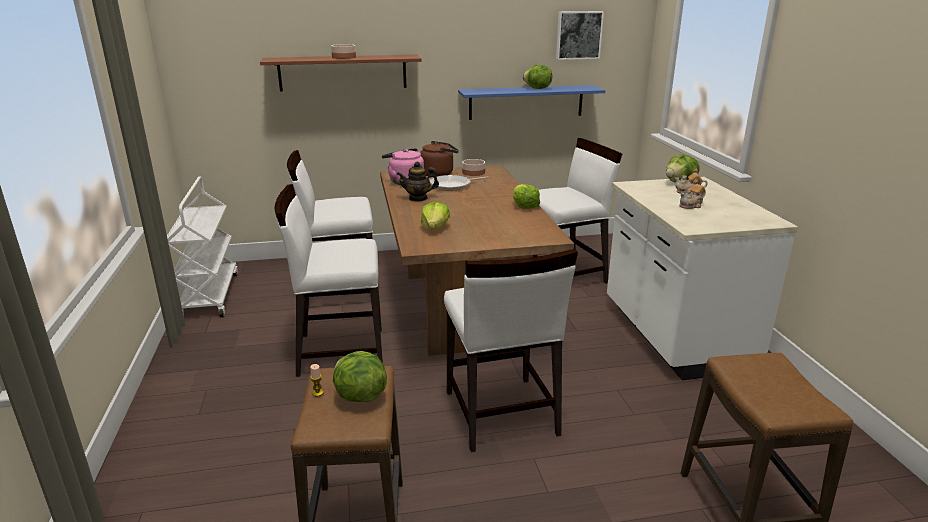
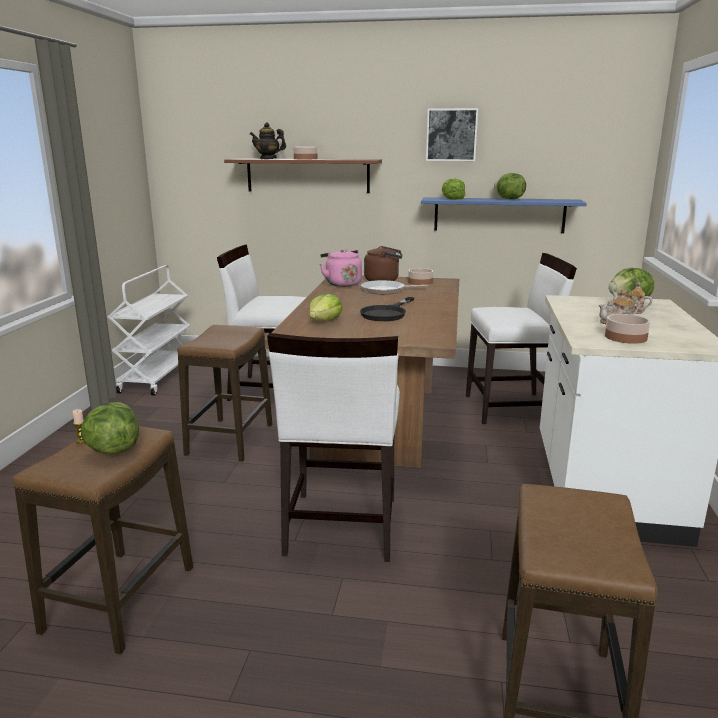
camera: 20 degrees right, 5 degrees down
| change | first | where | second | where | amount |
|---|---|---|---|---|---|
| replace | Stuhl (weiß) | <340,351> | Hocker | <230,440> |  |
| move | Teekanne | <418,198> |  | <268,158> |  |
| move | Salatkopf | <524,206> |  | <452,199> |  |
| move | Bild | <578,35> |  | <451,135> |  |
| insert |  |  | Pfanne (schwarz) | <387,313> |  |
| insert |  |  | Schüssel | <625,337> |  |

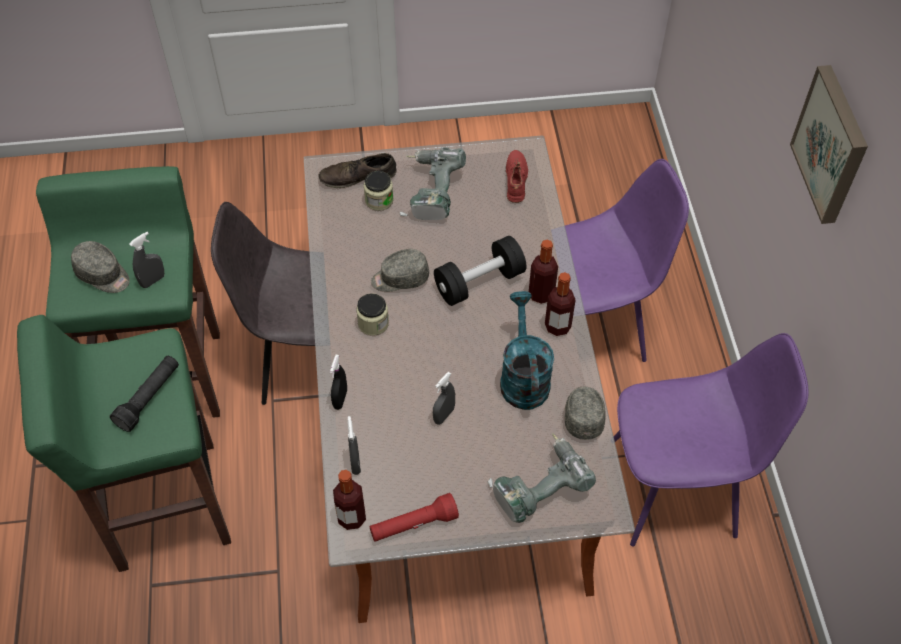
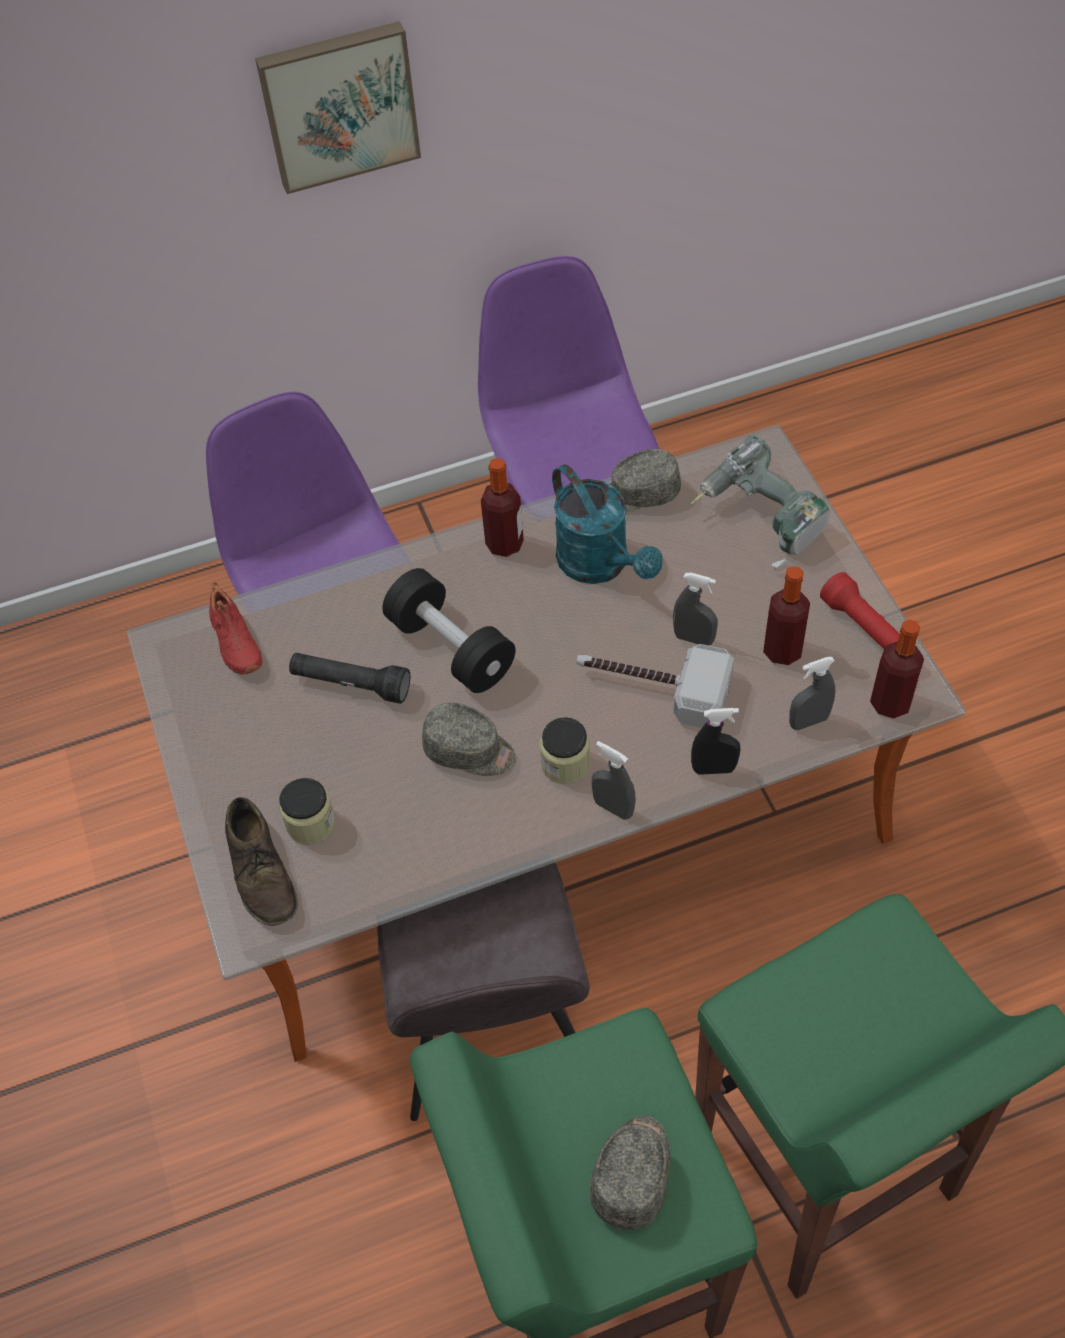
camera: 100 degrees left, 0 degrees up
| change | first | where | second | where | amount |
|---|---|---|---|---|---|
| move | Taschenlampe (schwarz) | <149,398> |  | <351,684> |  |
| move | Sprühflasche (grau) | <153,281> |  | <613,808> |  |
| rotate | Kappe (grau) | <400,278> |  | <469,751> | 45 degrees counterclockwise |
| delete | Bohrmaschine | <430,193> |  |  |  |
| rotate | Gießkanne (türkis) | <523,377> |  | <601,565> | 105 degrees counterclockwise |
| rotate | Schuh (rot) | <517,180> |  | <234,643> | 105 degrees counterclockwise |
| move | Flasche | <541,294> |  | <782,650> |  |
| insert |  |  | Hammer | <651,686> |  |

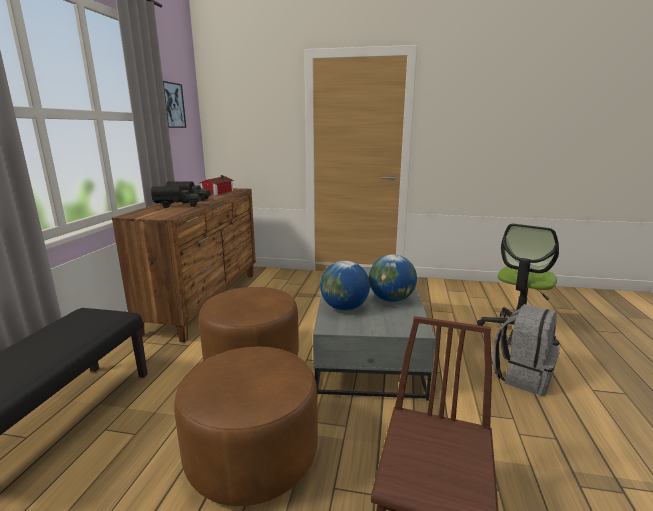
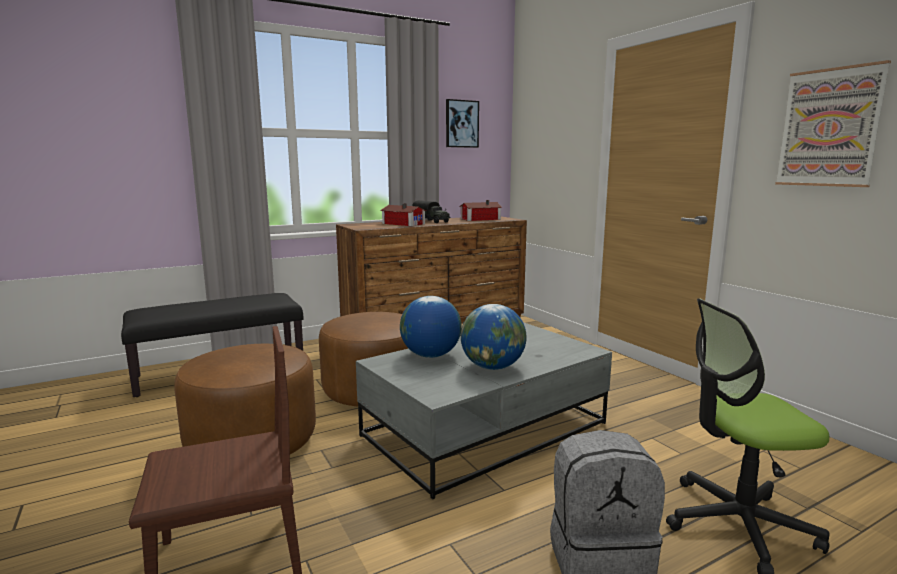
camera: 50 degrees right, 5 degrees down
| change | first | where | second | where | amount |
|---|---|---|---|---|---|
| replace | Spielzeuglaster | <178,206> | Spielzeughaus | <403,223> |  |
| insert |  |  | Bild | <829,128> |  |

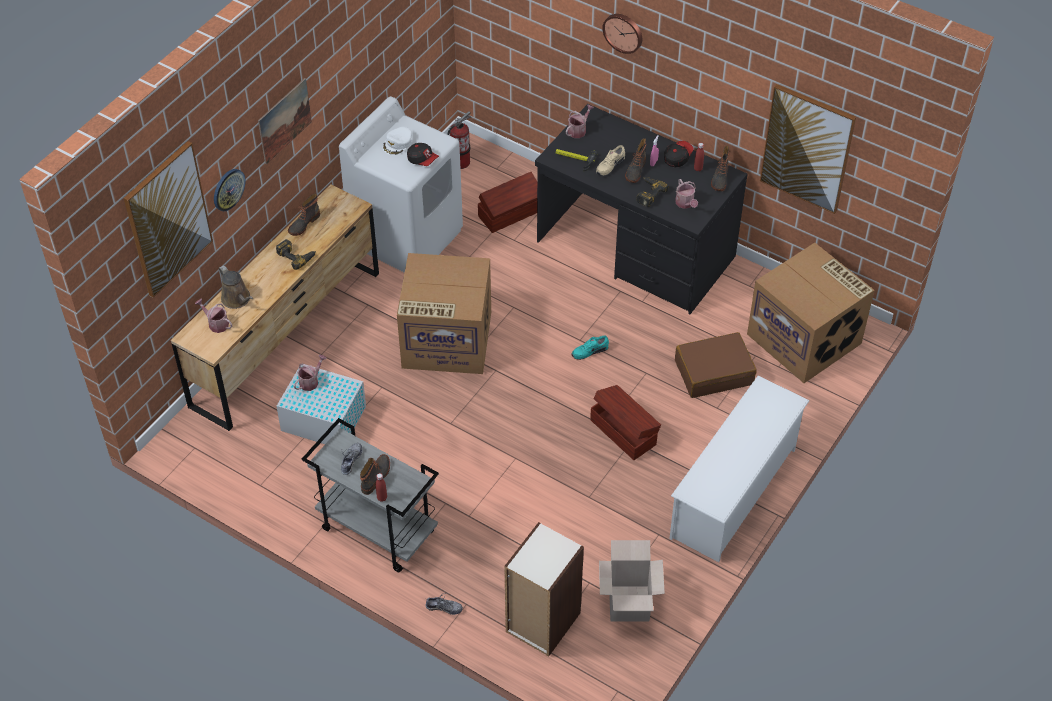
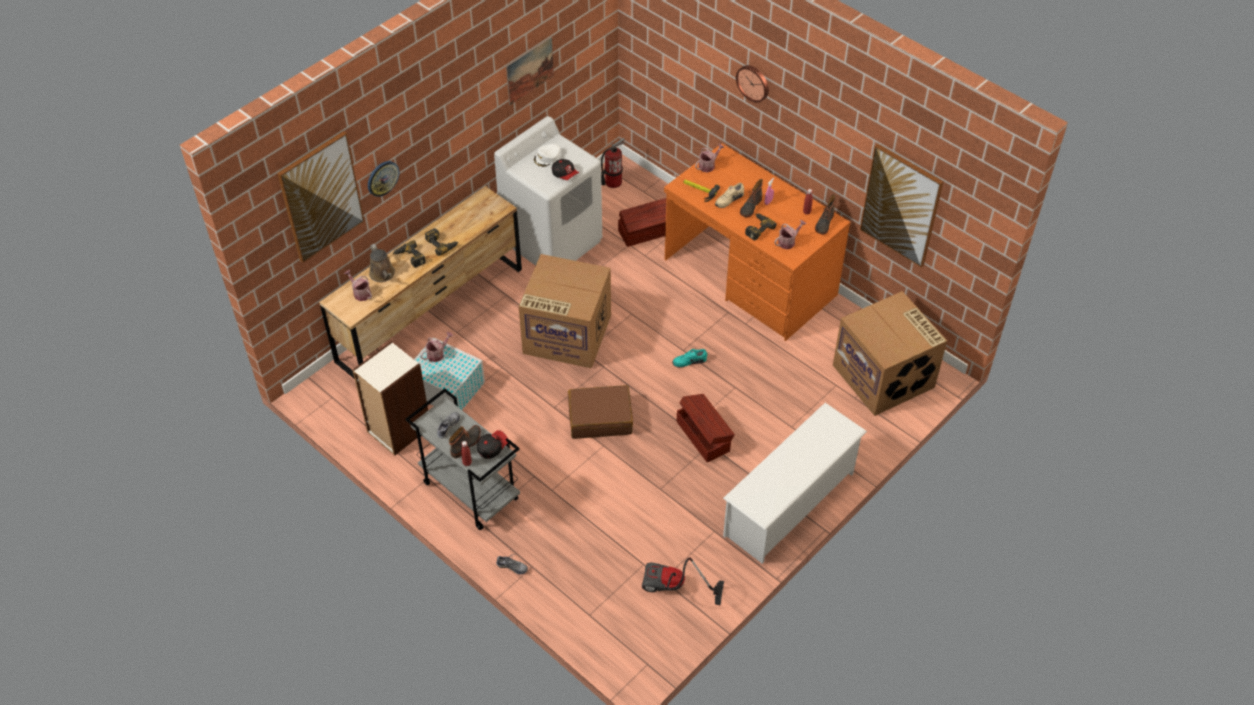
camera: 10 degrees right, 0 degrees up
| change | first | where | second | where | amount |
|---|---|---|---|---|---|
| move | Bild | <284,120> |  | <529,70> |  |
| delete | Stiefel | <303,224> |  |  |  |
| move | Bücherregal | <542,623> |  | <398,430> |  |
| recolor | Schreibtisch (schwarz) | <635,250> | Schreibtisch (orange) | <749,278> |  |
| replace | Karton | <629,604> | Staubsauger | <674,588> |  |
| move | Kappe | <677,157> |  | <492,447> |  |
| move | Koffer (braun) | <714,372> |  | <600,418> |  |
| rotate | Gießkanne | <685,204> |  | <788,241> | 120 degrees counterclockwise |
| insert |  |  | Bohrmaschine | <409,258> |  |

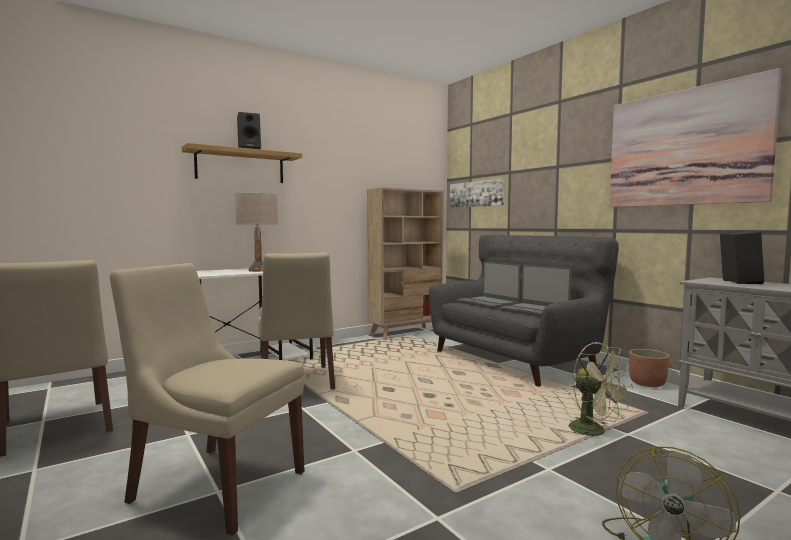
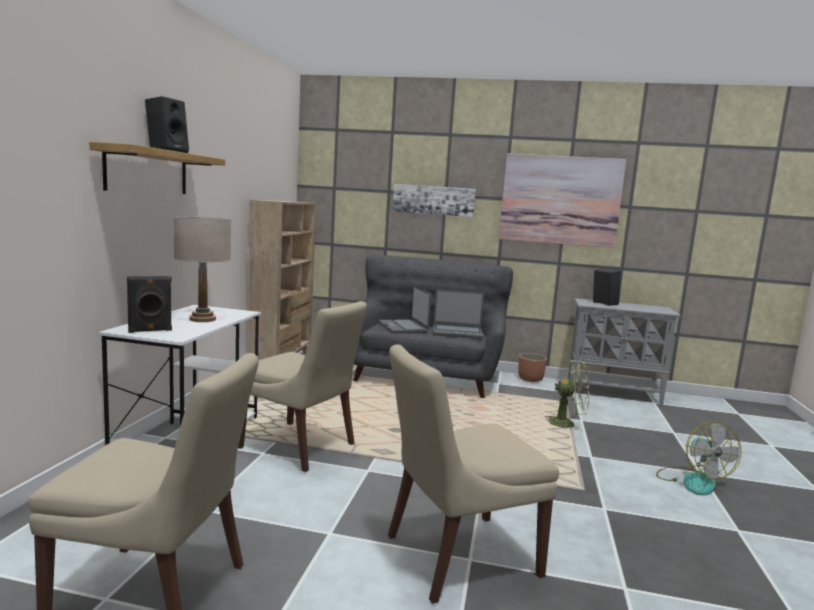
camera: 45 degrees left, 5 degrees up
| change | first | where | second | where | amount |
|---|---|---|---|---|---|
| move | Bild | <476,194> |  | <433,200> |  |
| rotate | Laptop | <488,303> |  | <403,327> | 60 degrees clockwise |
| insert |  |  | Lautsprecher (schwarz) | <150,330> |  |

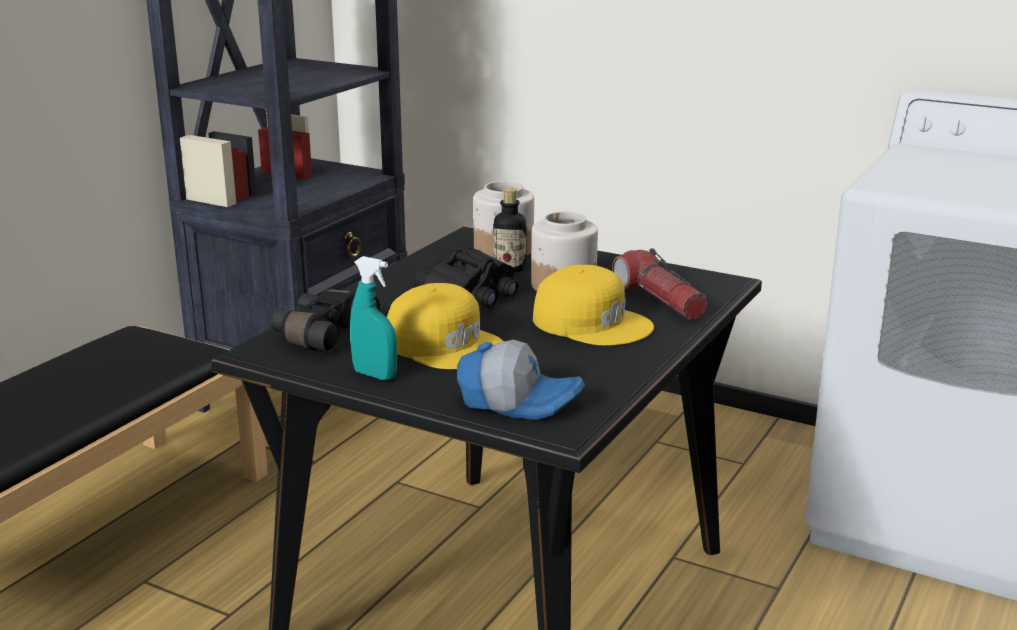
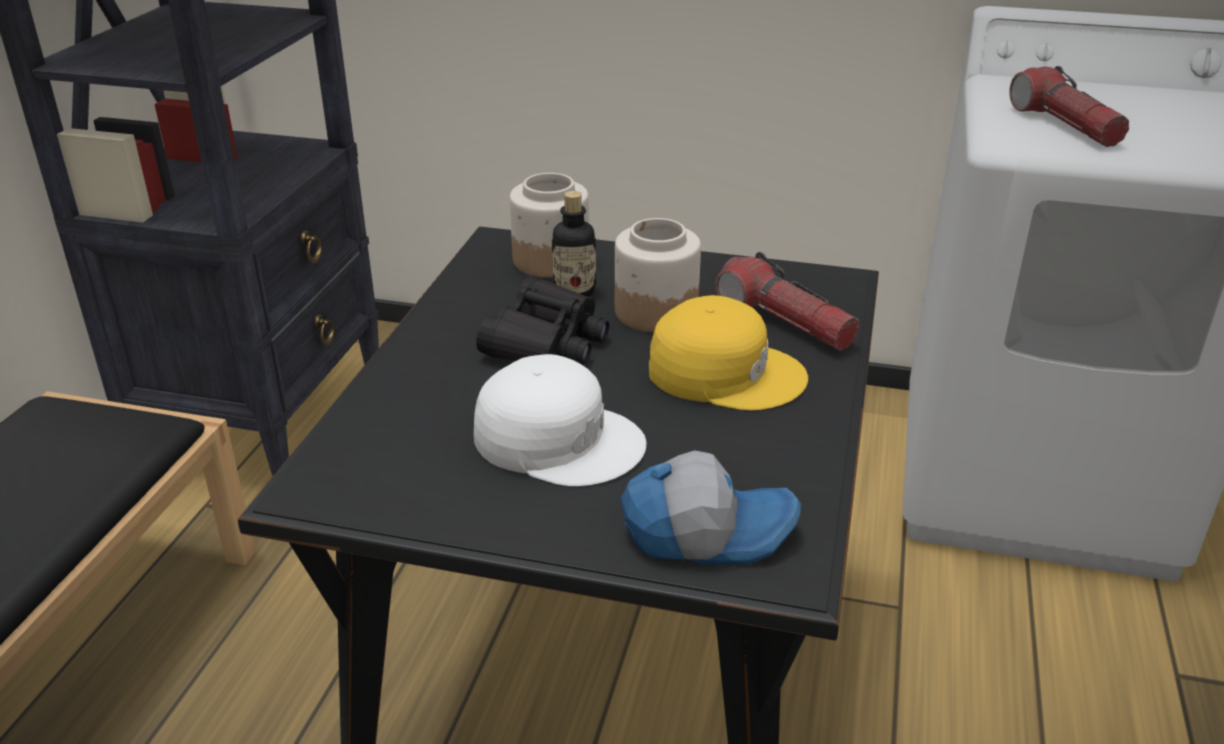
camera: 15 degrees left, 10 degrees up
| change | first | where | second | where | amount |
|---|---|---|---|---|---|
| delete | Fernglas (schwarz) | <321,333> |  |  |  |
| delete | Sprühflasche (türkis) | <375,375> |  |  |  |
| recolor | Kappe (gelb) | <446,344> | Kappe (weiß) | <559,438> |  |
| insert |  |  | Taschenlampe | <1064,125> |  |

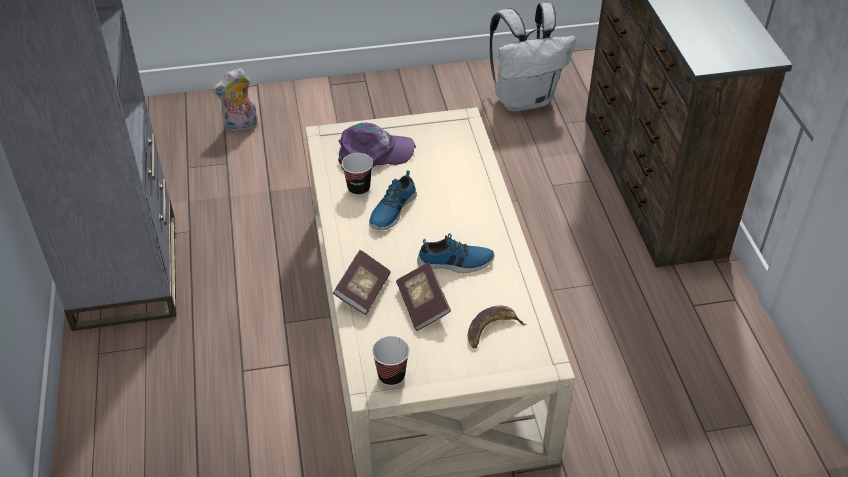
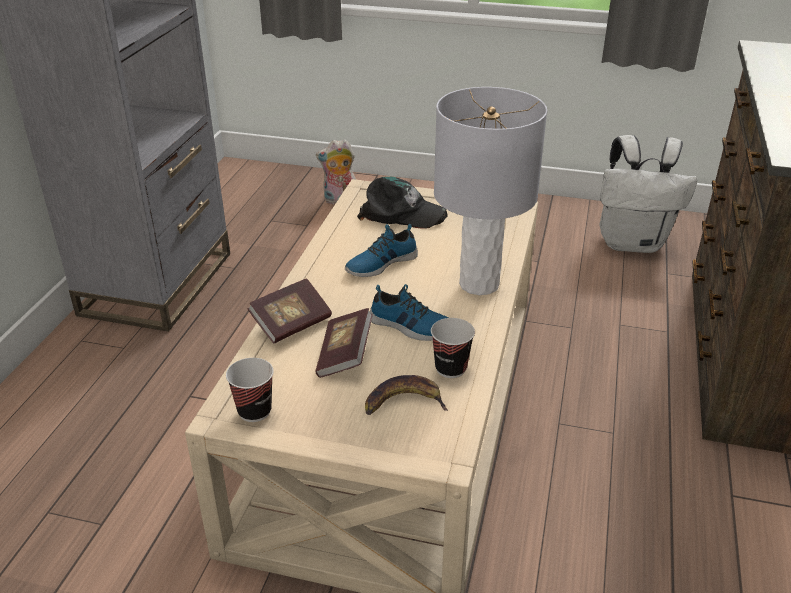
camera: 25 degrees right, 10 degrees down
| change | first | where | second | where | amount |
|---|---|---|---|---|---|
| recolor | Kappe (lila) | <374,153> | Kappe (schwarz) | <402,213> |  |
| move | Tasse | <358,188> |  | <450,368> |  |
| insert |  |  | Tischlampe (grau) | <479,284> |  |

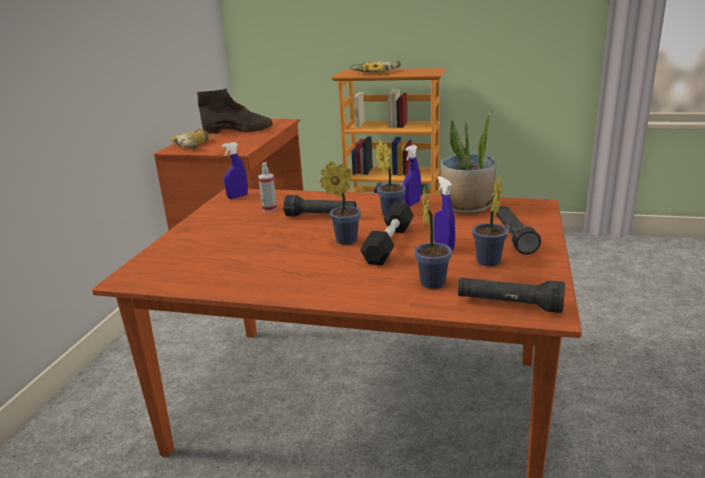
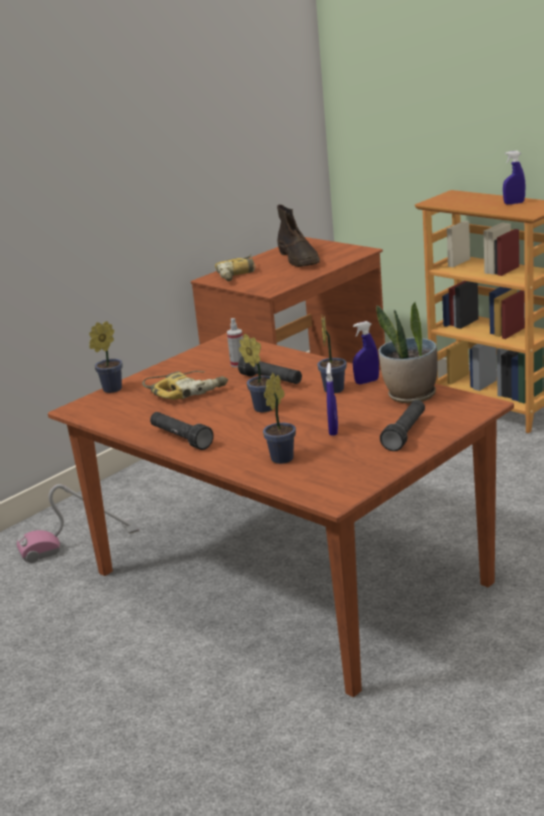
camera: 30 degrees right, 0 degrees up
| change | first | where | second | where | amount |
|---|---|---|---|---|---|
| rotate | Stiefel (braun) | <239,130> |  | <299,259> | 45 degrees clockwise |
| move | Sprühflasche (blau) | <237,197> |  | <514,203> |  |
| move | Bohrmaschine | <377,72> |  | <186,391> |  |
| delete | Hantel (schwarz) | <389,244> |  |  |  |
| move | Taschenlampe (schwarz) | <509,305> |  | <180,439> |  |
| move | Topfpflanze | <487,262> |  | <110,390> |  |
| insert |  |  | Staubsauger | <79,542> |  |

